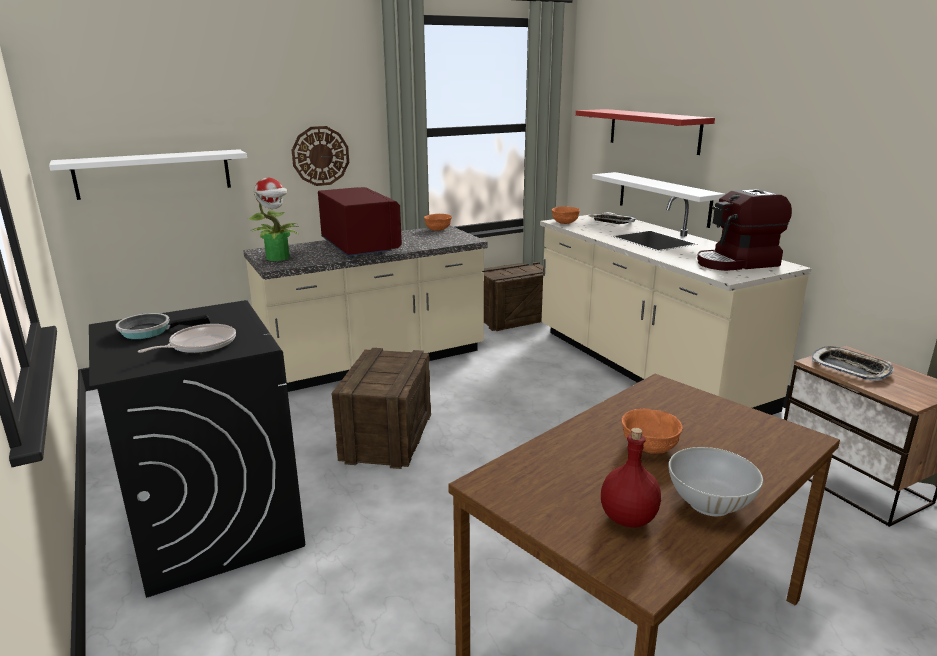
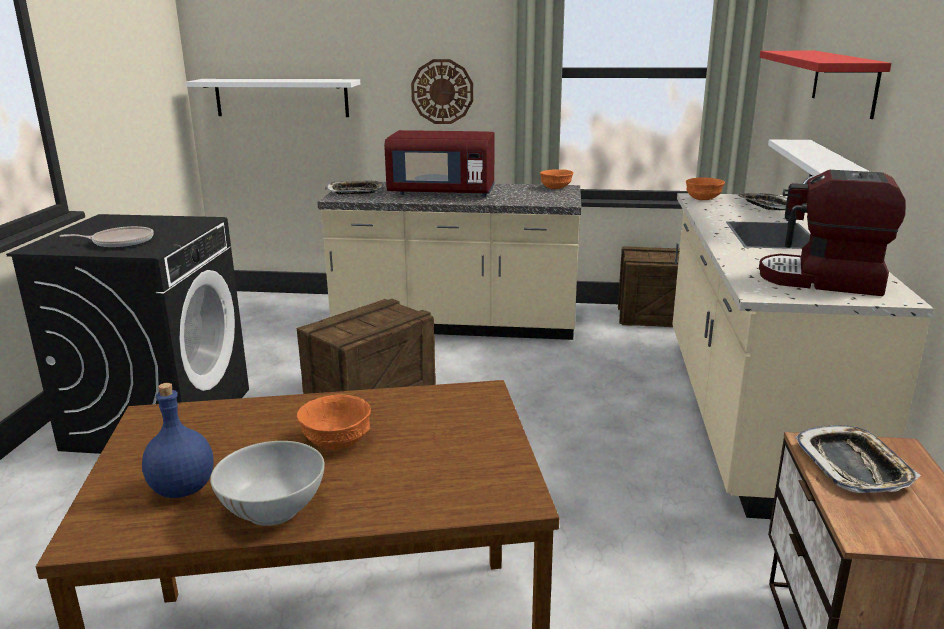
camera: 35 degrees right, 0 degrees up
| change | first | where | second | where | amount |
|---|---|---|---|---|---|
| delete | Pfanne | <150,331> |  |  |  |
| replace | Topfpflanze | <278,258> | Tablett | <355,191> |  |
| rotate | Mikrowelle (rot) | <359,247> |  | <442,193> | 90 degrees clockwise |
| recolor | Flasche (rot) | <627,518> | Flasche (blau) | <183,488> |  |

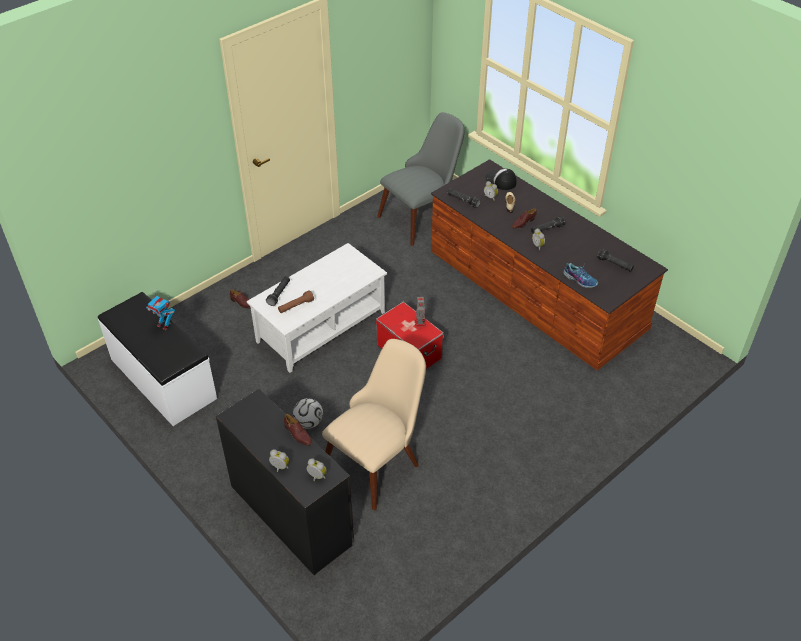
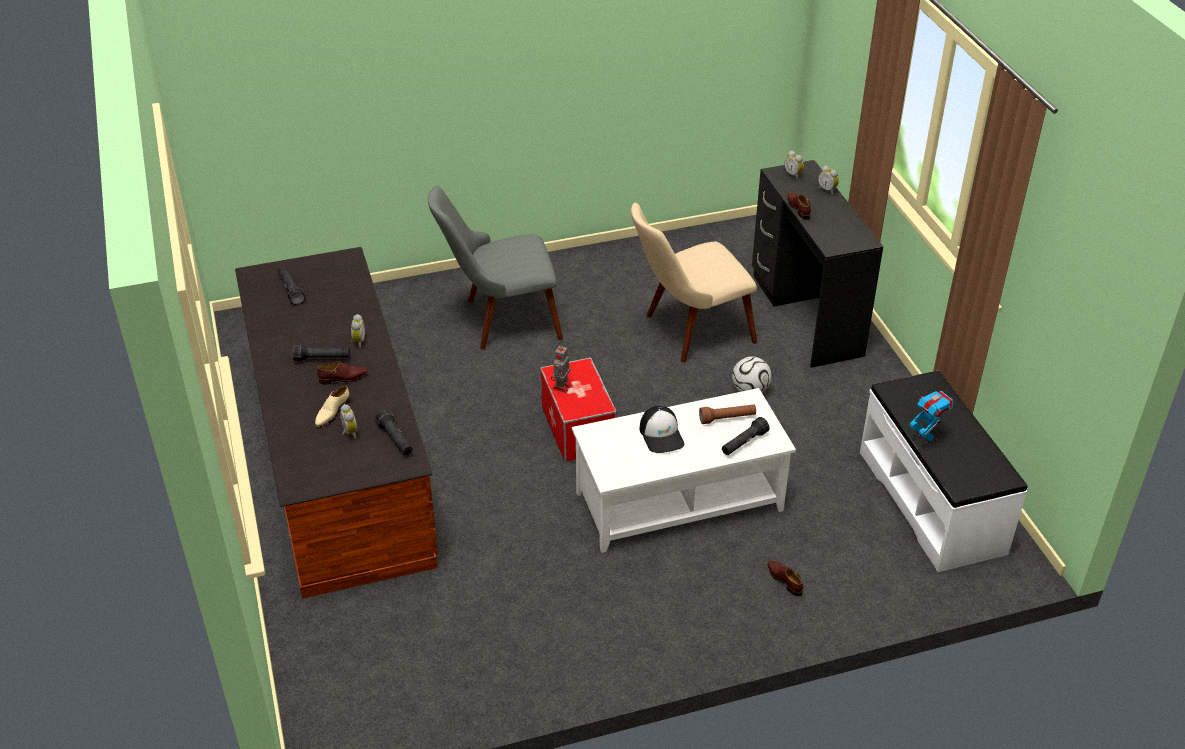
camera: 155 degrees left, 5 degrees down
| change | first | where | second | where | amount |
|---|---|---|---|---|---|
| move | Stuhl (grau) | <422,216> |  | <500,321> |  |
| move | Kappe | <500,180> |  | <662,435> |  |
| delete | Schuh | <580,280> |  |  |  |

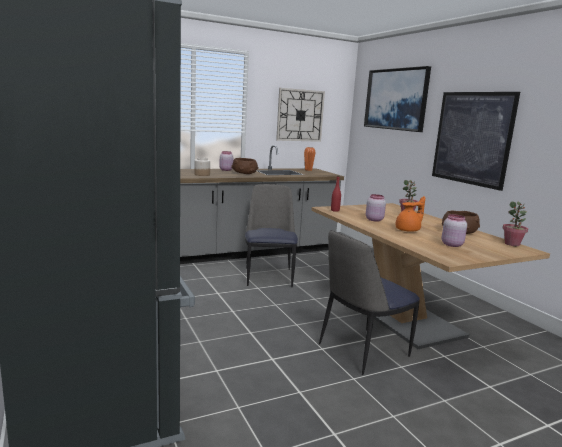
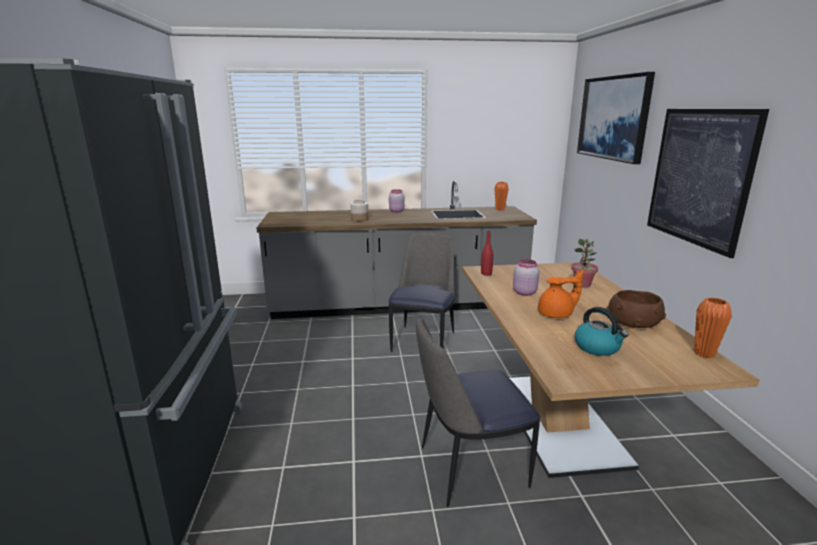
camera: 20 degrees right, 5 degrees up
| change | first | where | second | where | amount |
|---|---|---|---|---|---|
| delete | Schüssel (braun) | <244,173> |  |  |  |
| delete | Wanduhr | <300,115> |  |  |  |
| replace | Vorratsglas (rosa) | <451,244> | Wasserkessel | <598,347> |  |
| replace | Topfpflanze | <512,244> | Vase (orange) | <704,354> |  |

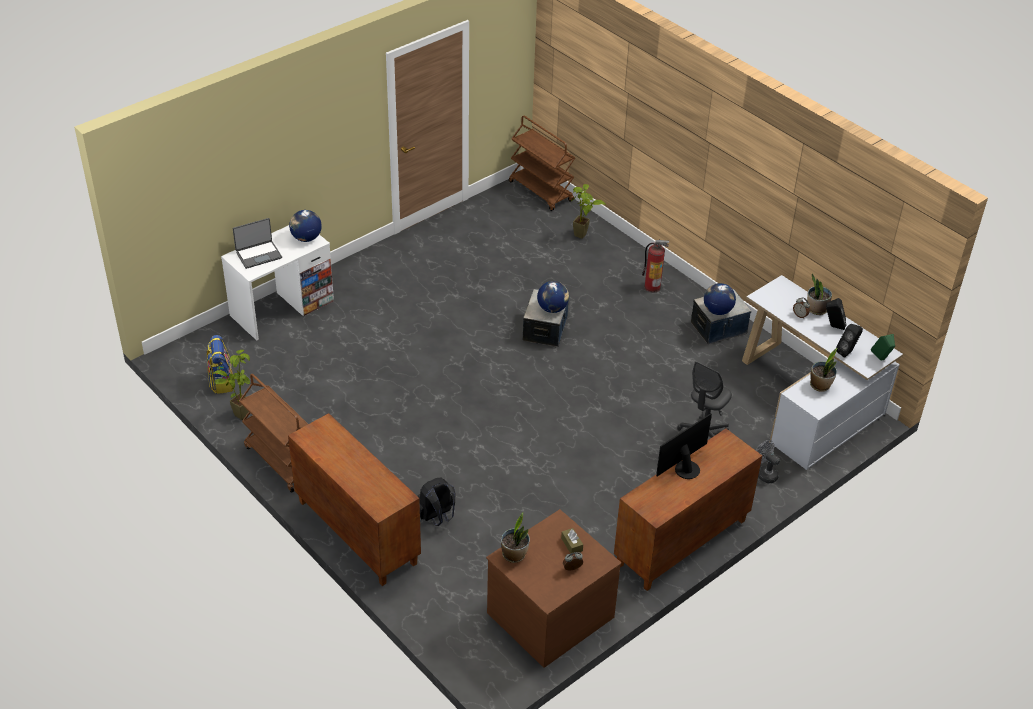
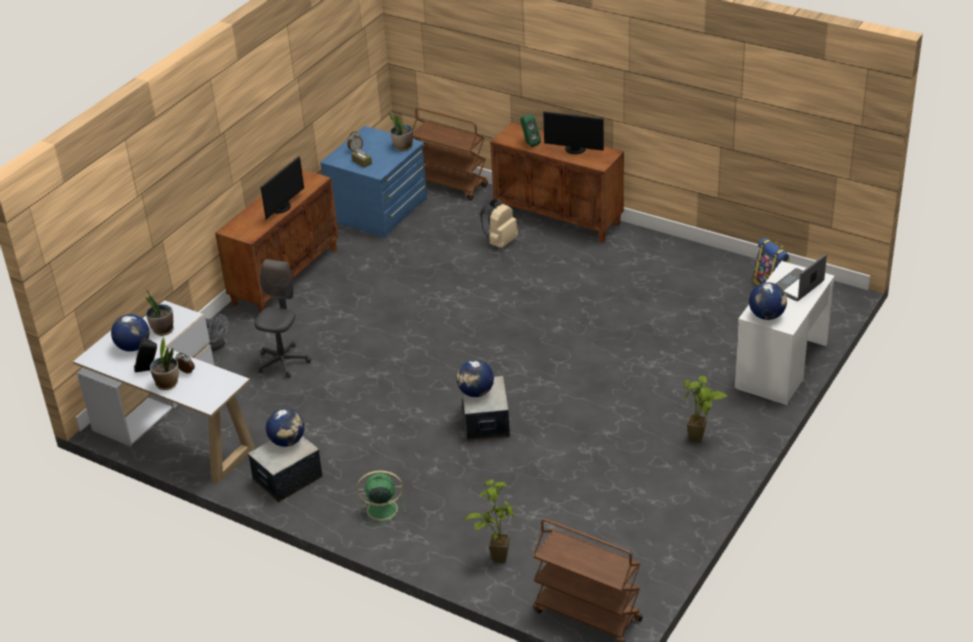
camera: 165 degrees right, 5 degrees down
| change | first | where | second | where | amount |
|---|---|---|---|---|---|
| move | Topfpflanze | <239,412> |  | <701,441> |  |
| move | Rollwagen (braun) | <281,461> |  | <450,184> |  |
| recolor | Rucksack (schwarz) | <437,517> | Rucksack (beige) | <500,242> |  |
| recolor | Kommode (braun) | <549,613> | Kommode (blau) | <379,210> |  |
| replace | Feuerlöscher | <652,287> | Ventilator (grün) | <380,509> |  |
| replace | Lautsprecher (schwarz) | <847,352> | Globus | <133,347> |  |
| move | Lautsprecher (grün) | <881,359> |  | <529,143> |  |
| insert |  |  | Monitor | <575,150> |  |

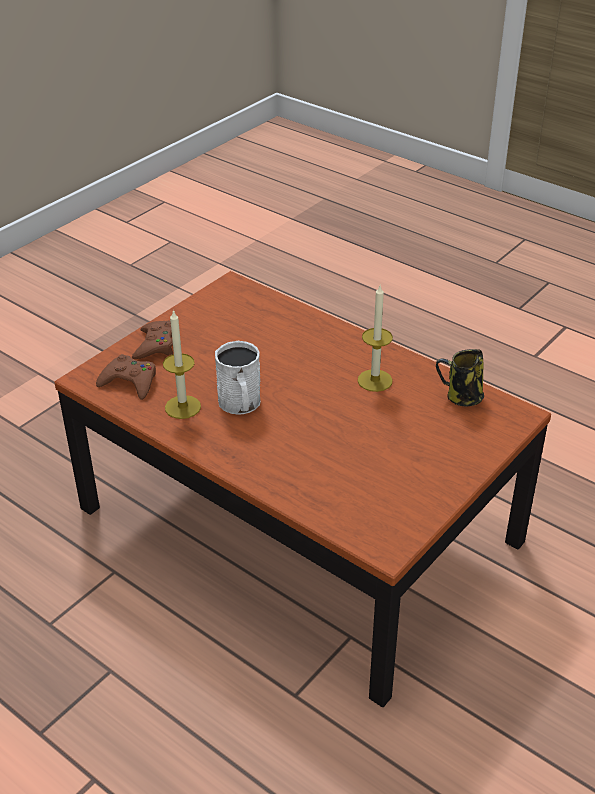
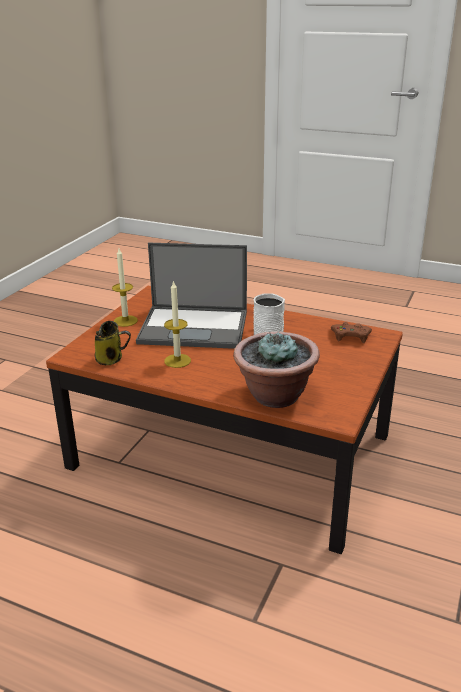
camera: 165 degrees right, 10 degrees down
| change | first | where | second | where | amount |
|---|---|---|---|---|---|
| delete | Gamepad (braun) | <156,345> |  |  |  |
| move | Kerze | <183,407> |  | <125,321> |  |
| insert |  |  | Laptop | <195,327> |  |
| insert |  |  | Topfpflanze | <274,396> |  |

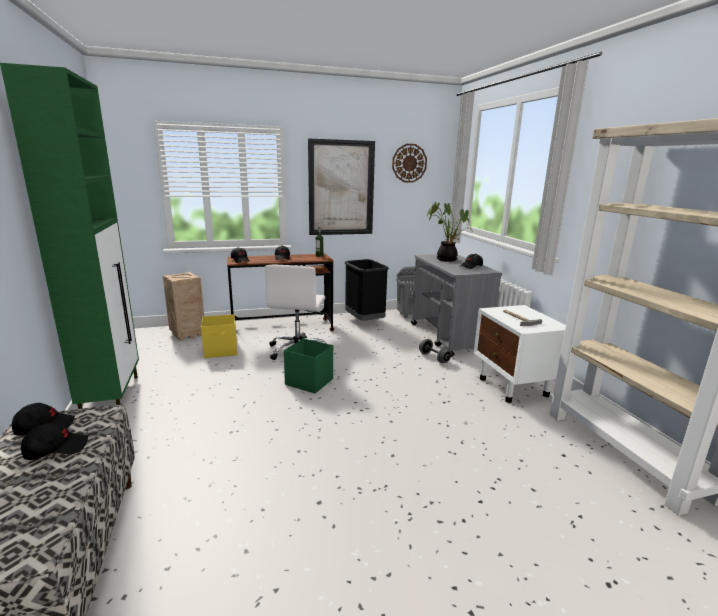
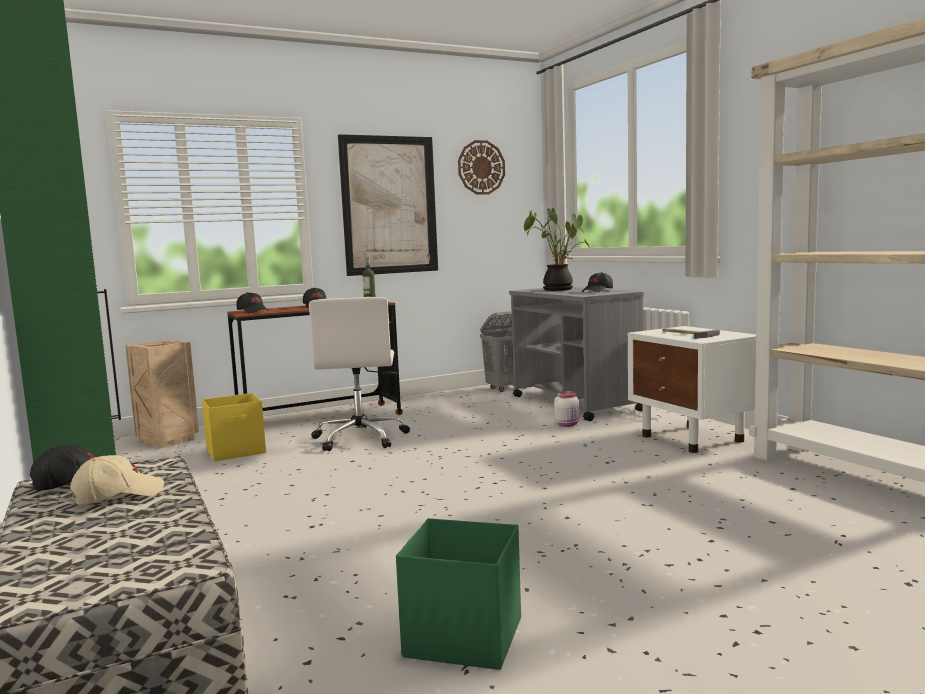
camera: 10 degrees left, 10 degrees down
| change | first | where | second | where | amount |
|---|---|---|---|---|---|
| recolor | Kappe (schwarz) | <56,449> | Kappe (beige) | <118,495> |  |
| move | Aufbewahrungsbox (grün) | <309,381> |  | <462,637> |  |
| delete | Mülleimer (schwarz) | <364,321> |  |  |  |
| replace | Hantel (grau) | <434,358> | Vorratsglas (weiß) | <567,424> |  |

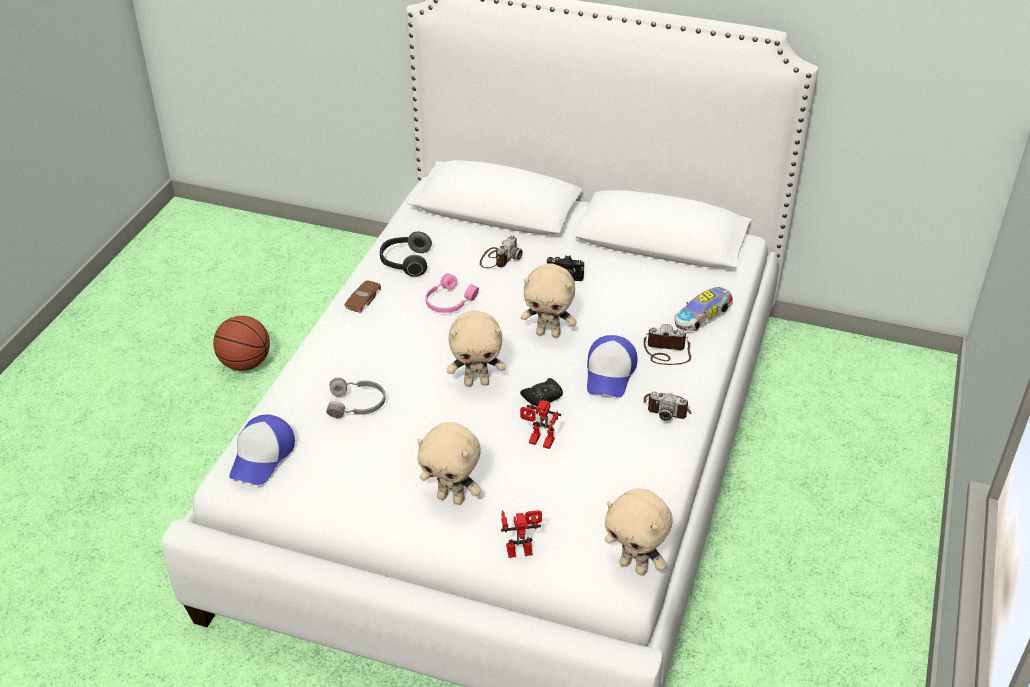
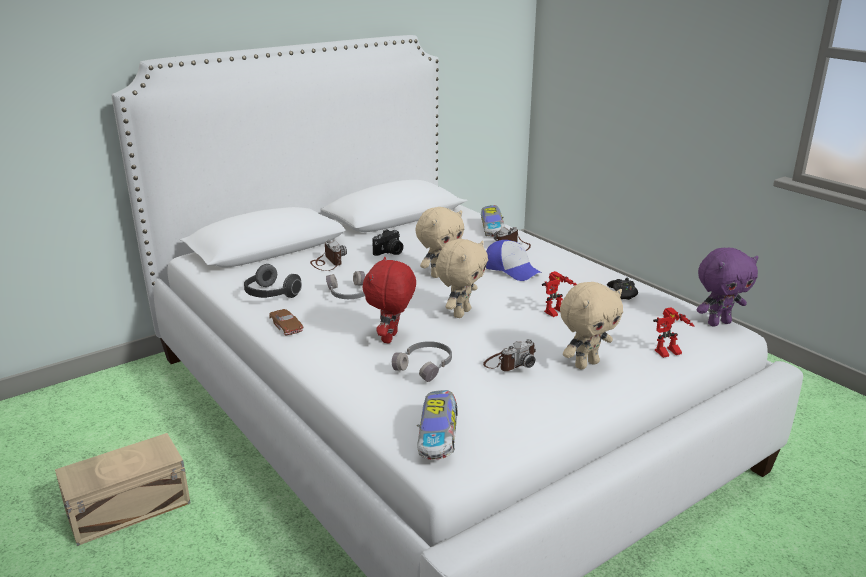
camera: 55 degrees left, 15 degrees down
| change | first | where | second | where | amount |
|---|---|---|---|---|---|
| replace | Basketball | <245,364> | Aufbewahrungsbox (beige) | <126,507> |  |
| replace | Kappe | <262,457> | Spielzeugauto | <437,435> |  |
| recolor | Kopfhörer (rosa) | <449,301> | Kopfhörer (grau) | <348,294> |  |
| rotate | Spielzeugroboter | <520,547> |  | <668,354> | 135 degrees counterclockwise |
| move | Gamepad (schwarz) | <543,397> |  | <622,294> |  |
| recolor | Plüschtier (beige) | <634,566> | Plüschtier (lila) | <718,323> |  |
| move | Kamera | <667,408> |  | <510,362> |  |
| insert |  |  | Plüschtier (rot) | <391,338> |  |

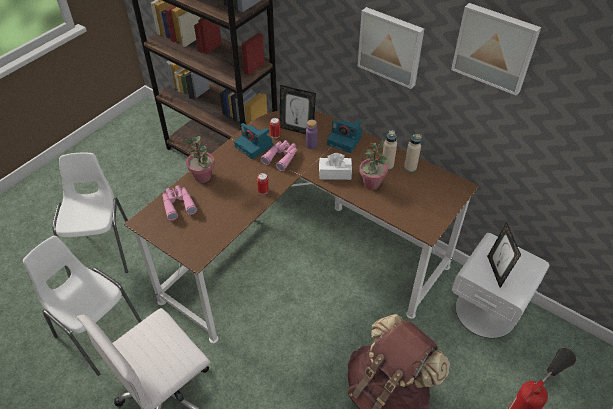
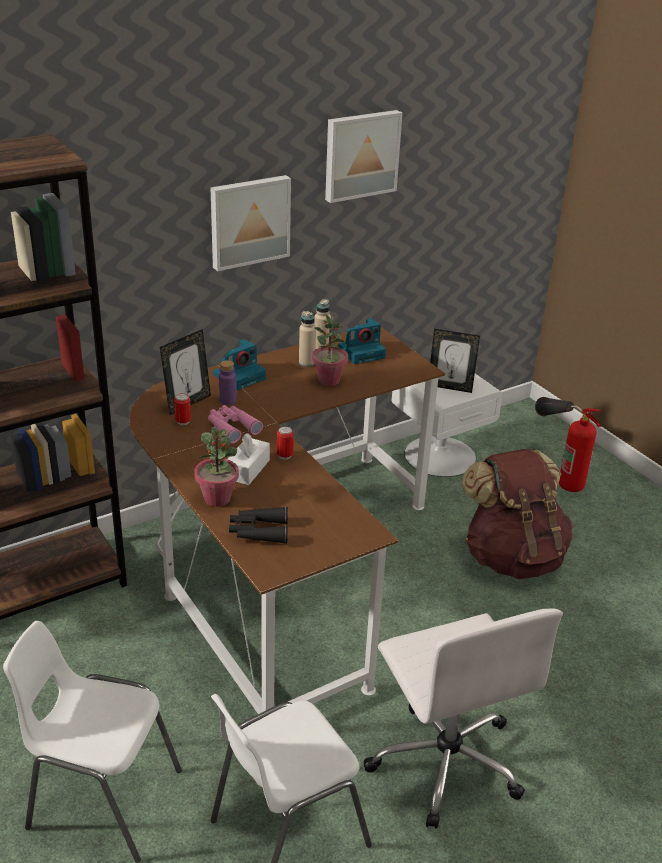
camera: 70 degrees left, 15 degrees down
| change | first | where | second | where | amount |
|---|---|---|---|---|---|
| recolor | Fernglas (rosa) | <178,204> | Fernglas (schwarz) | <258,531> |  |
| move | Kamera | <255,146> |  | <362,352> |  |
| move | Taschentuchbox (weiß) | <335,173> |  | <247,469> |  |

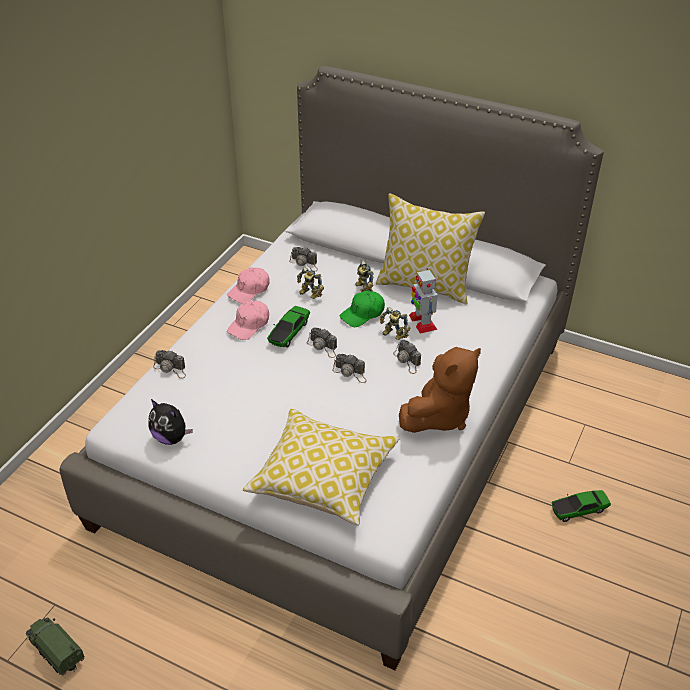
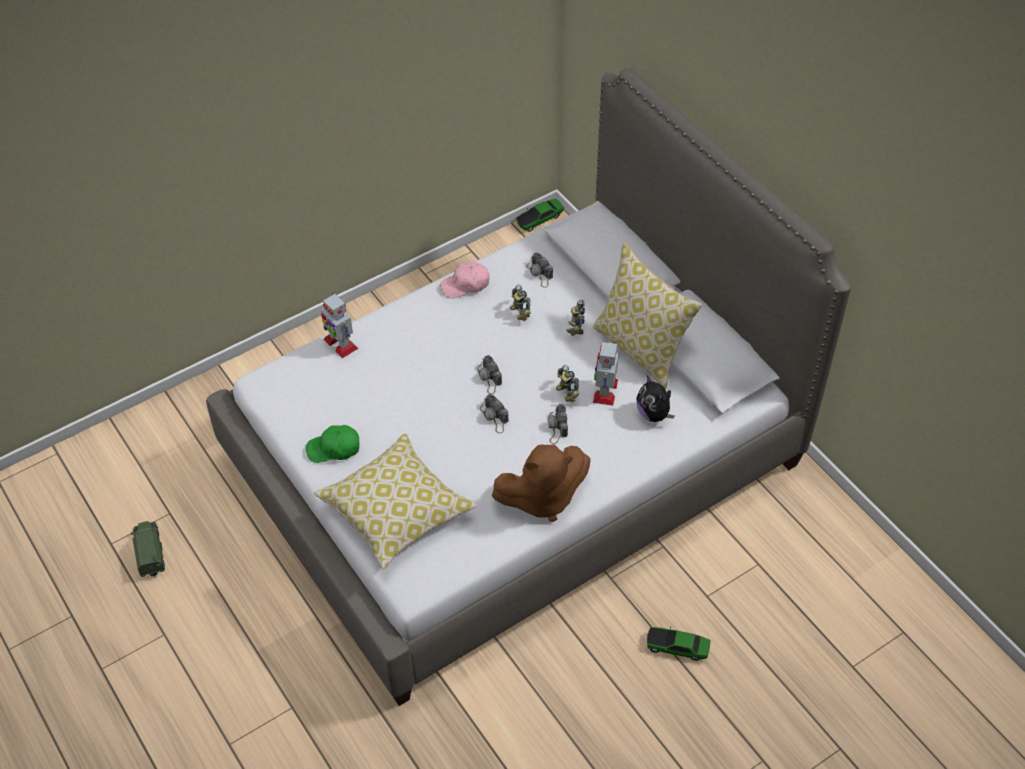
camera: 30 degrees right, 10 degrees up
| change | first | where | second | where | amount |
|---|---|---|---|---|---|
| move | Plüschtier | <171,437> |  | <654,414> |  |
| replace | Kamera | <171,369> | Spielzeugroboter | <340,343> |  |
| delete | Kappe (rosa) | <249,325> |  |  |  |
| move | Spielzeugauto | <289,332> |  | <539,219> |  |
| move | Kappe (grün) | <363,314> |  | <334,449> |  |

